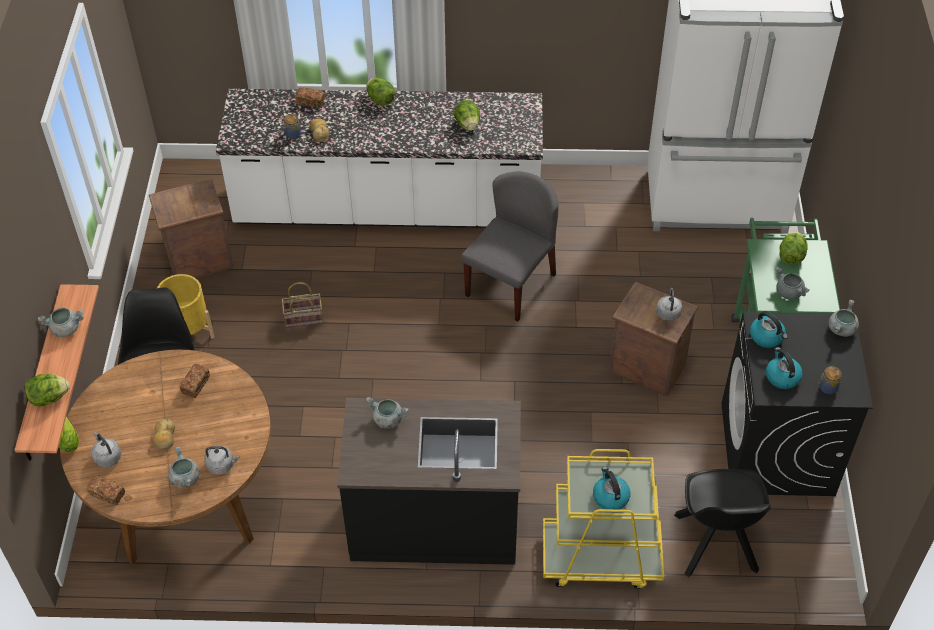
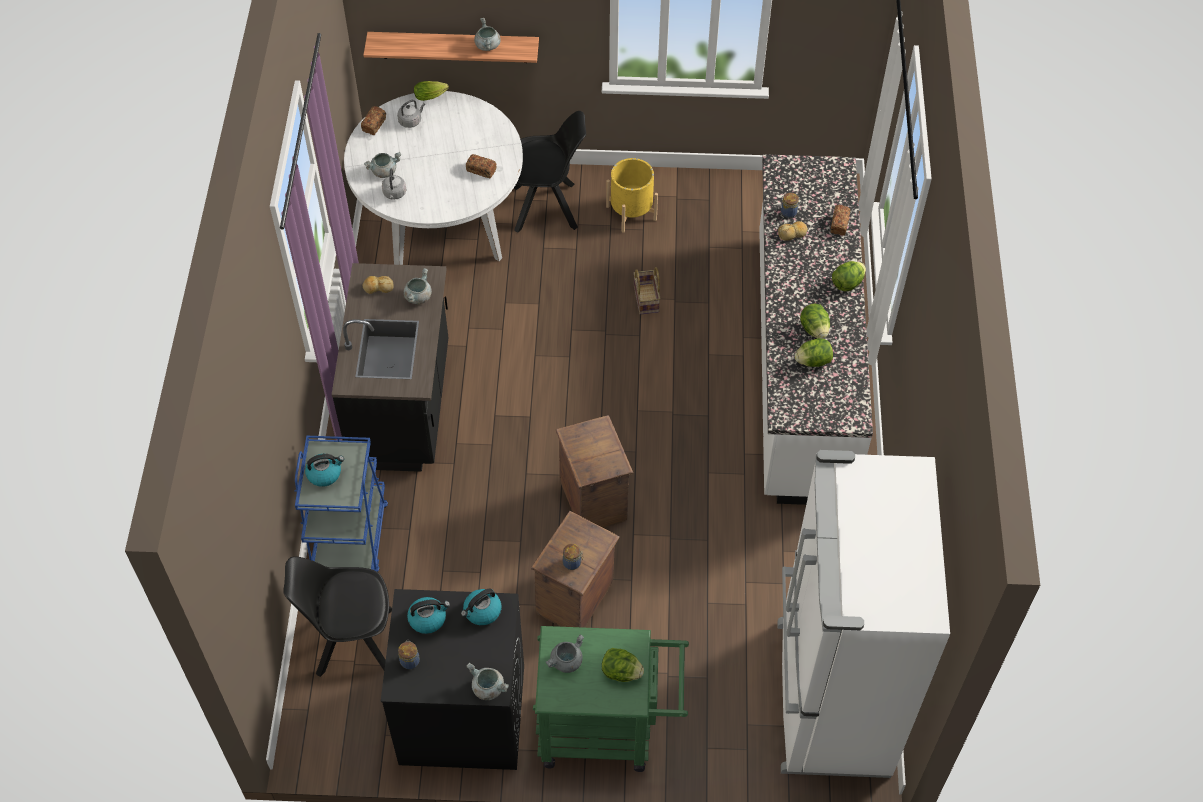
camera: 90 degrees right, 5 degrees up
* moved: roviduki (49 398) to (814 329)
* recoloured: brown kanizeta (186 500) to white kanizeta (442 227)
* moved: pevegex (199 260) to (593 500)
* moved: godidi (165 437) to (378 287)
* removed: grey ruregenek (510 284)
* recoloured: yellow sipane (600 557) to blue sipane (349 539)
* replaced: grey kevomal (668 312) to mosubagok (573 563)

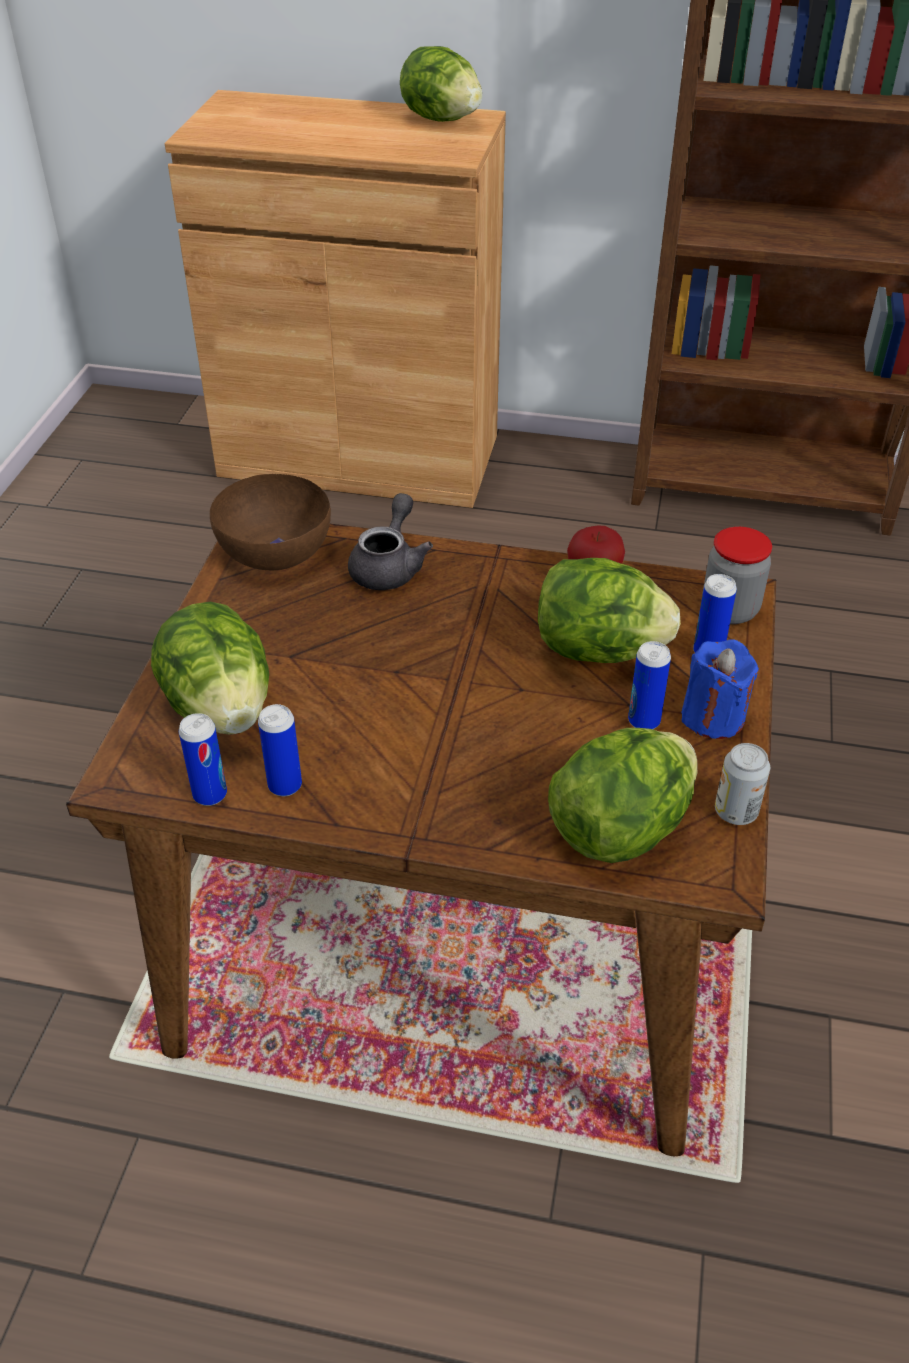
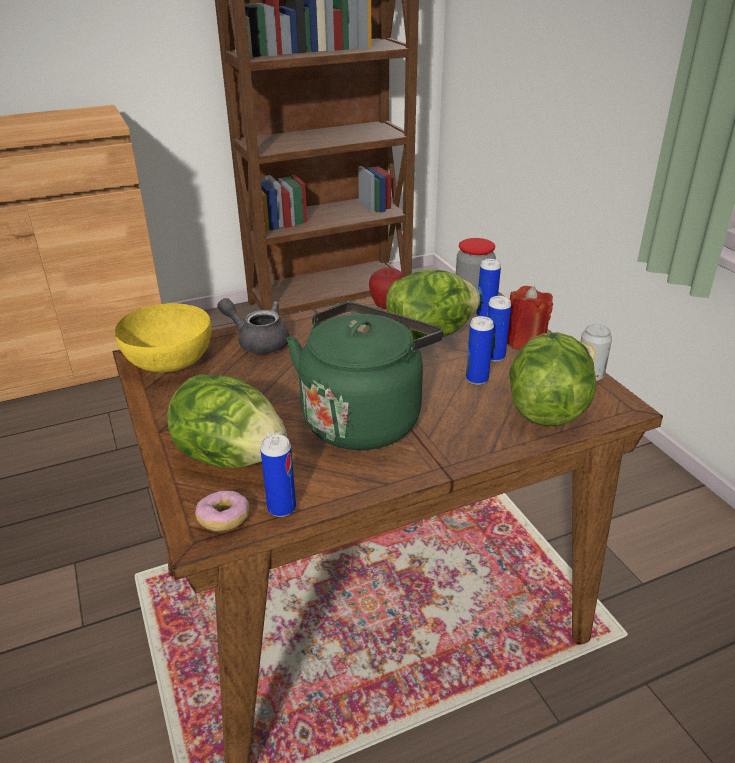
camera: 35 degrees left, 10 degrees down
* recoloured: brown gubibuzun (273 551) to yellow gubibuzun (168 360)
* moved: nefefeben (285 785) to (477 379)
* turned: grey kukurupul (389 566) = (258 341) 45 degrees counterclockwise
* removed: roviduki (441 119)
* recoloured: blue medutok (713 717) to red medutok (524 341)
* added: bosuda (224 519)
* added: green kevomal (364 418)

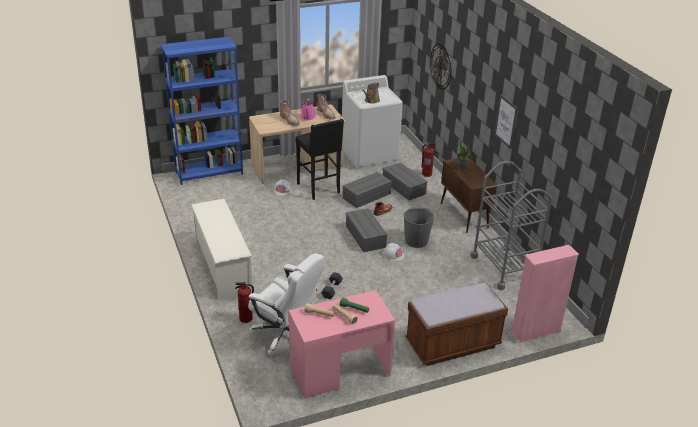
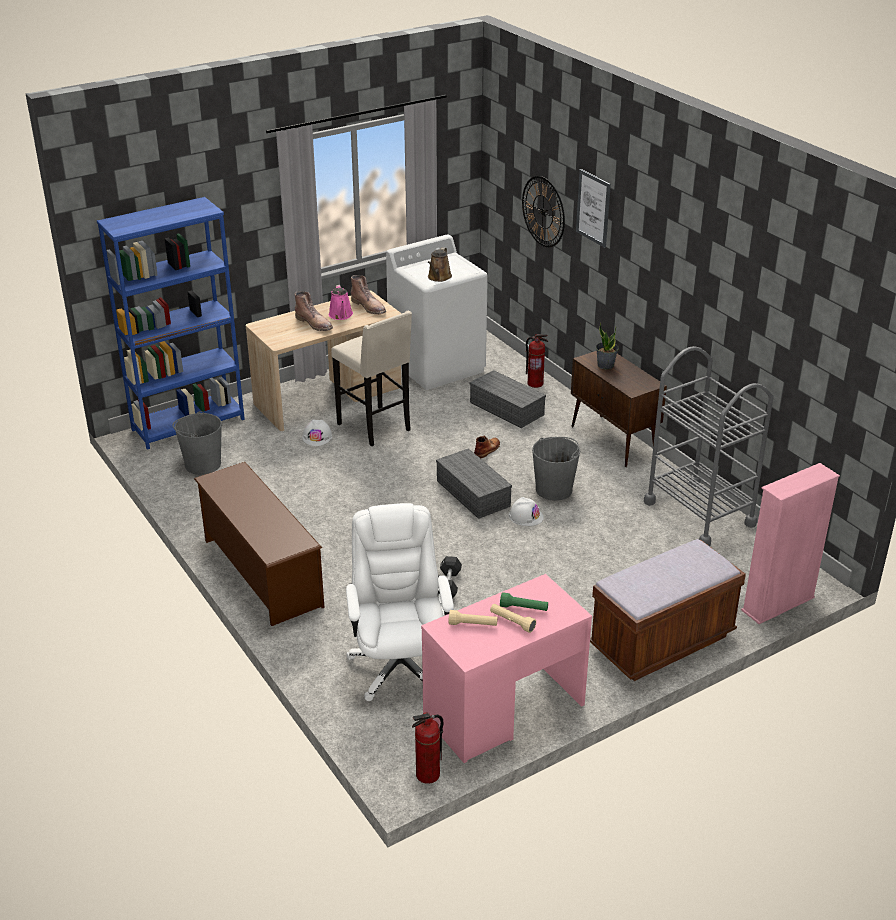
camera: 10 degrees left, 0 degrees up
* recoloured: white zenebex (223 266) to brown zenebex (261 572)
* moved: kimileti (246 319) to (428 775)
* turned: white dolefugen (286 334) = (400 665) 120 degrees counterclockwise
* recoloured: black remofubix (319 189) to beige remofubix (376 427)
* removed: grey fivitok (367 195)
* moved: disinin (506 121) to (593 208)
* added: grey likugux (202 464)

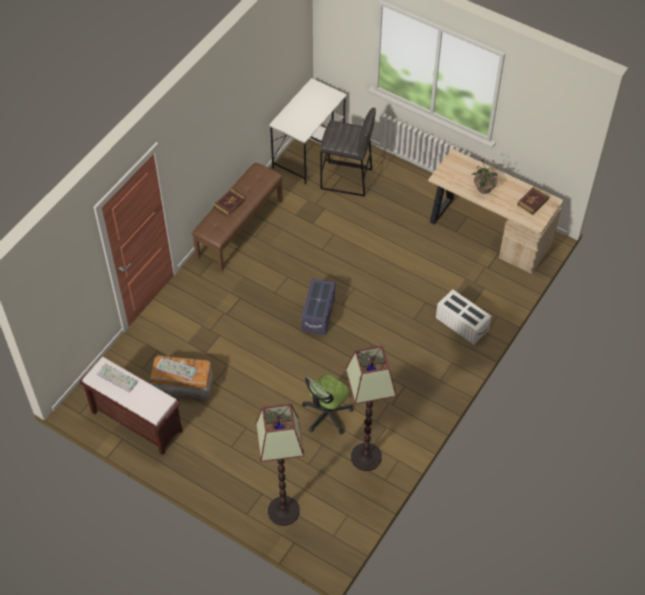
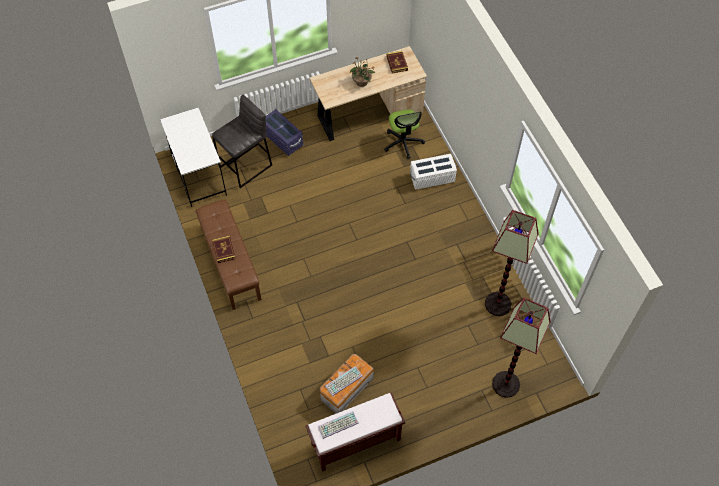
camera: 55 degrees left, 5 degrees up
* moved: purple fivitok (318 314) to (282 139)
* moved: dolefugen (327 414) to (403 142)

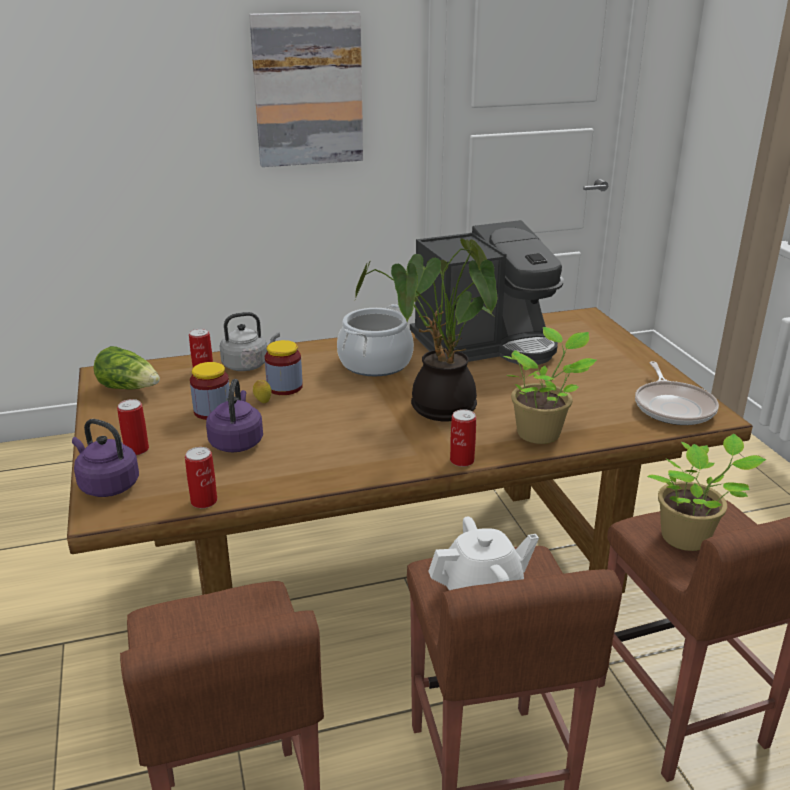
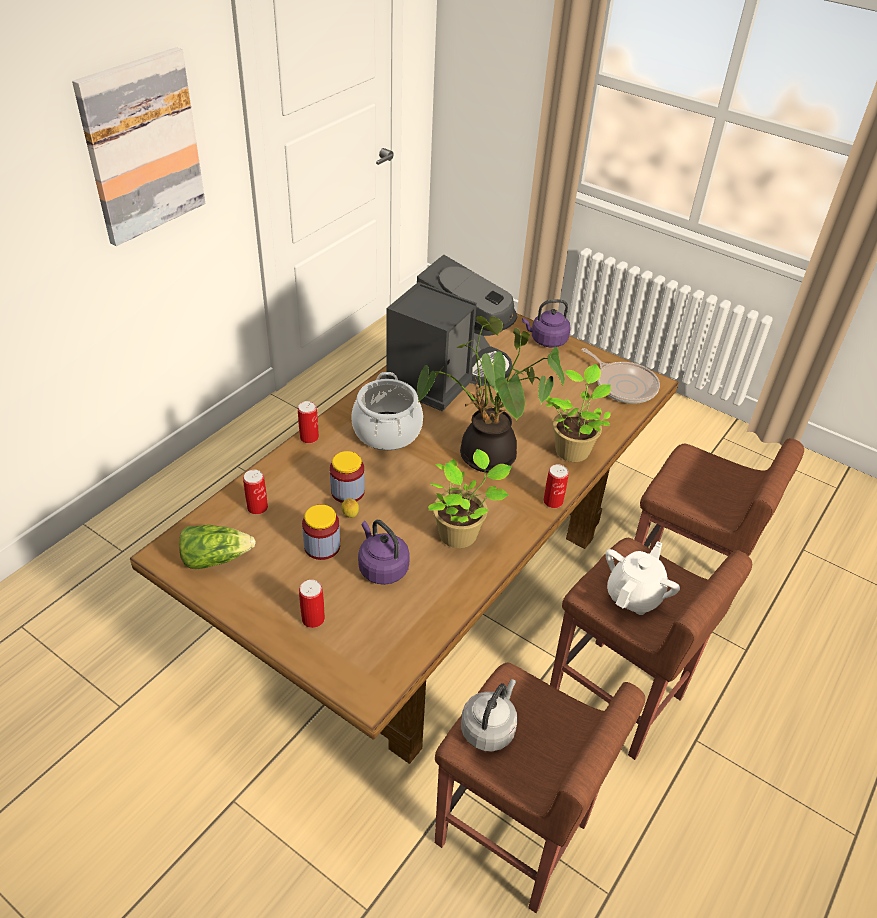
camera: 40 degrees left, 15 degrees up
* moved: purple kevomal (107 485) to (546 340)
* moved: nefefeben (204 501) to (309 437)
* moved: grey kevomal (248 365) to (489 728)
* moved: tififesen (689 538) to (461 534)

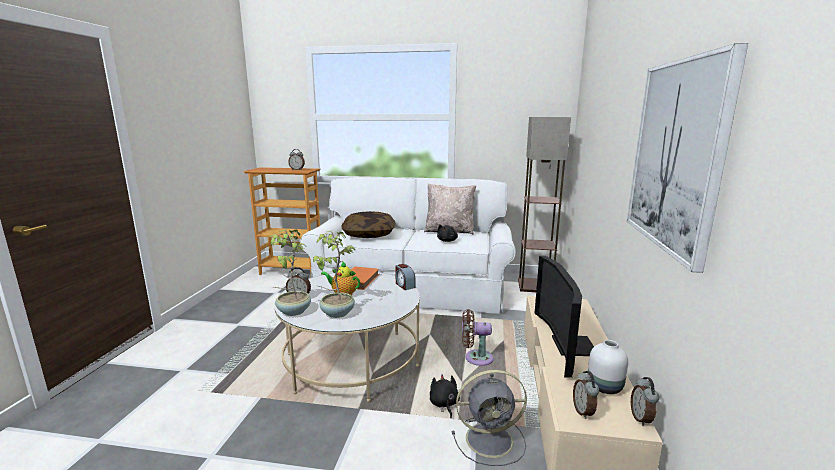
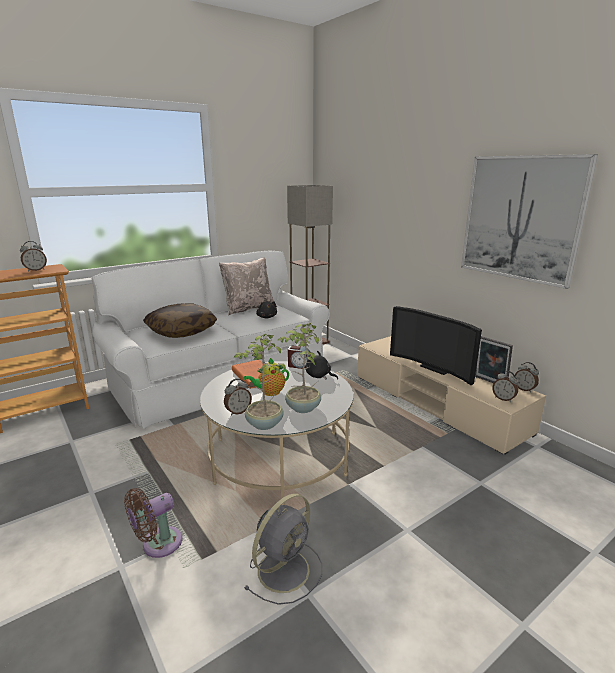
camera: 45 degrees left, 5 degrees up
* moved: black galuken (444 404) to (319 376)
* moved: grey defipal (491 439) to (285 568)
* moved: brown defipal (475 358) to (158 544)
* replaced: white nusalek (605 387) to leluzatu (489 382)

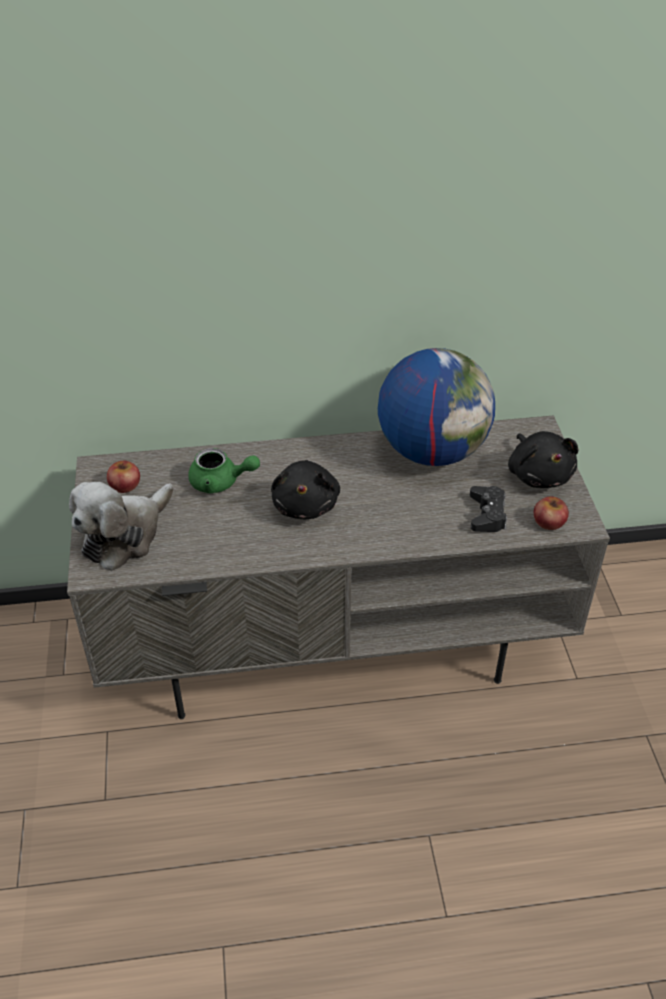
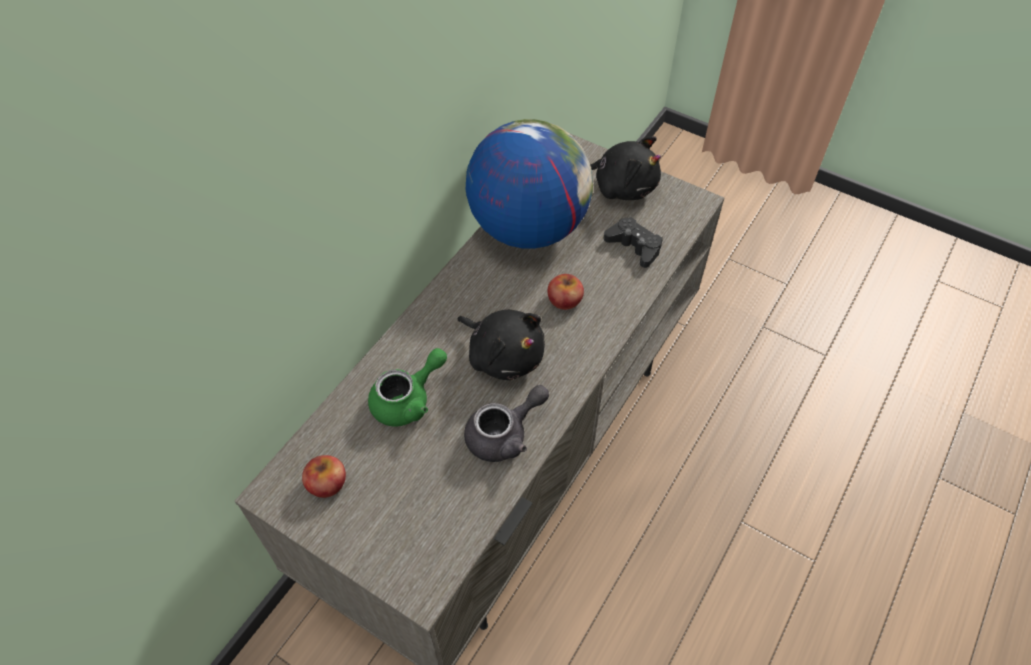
camera: 50 degrees left, 10 degrees up
* removed: galuken (125 535)
* moved: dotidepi (549 522) to (564 299)
* added: grey kukurupul (504 435)

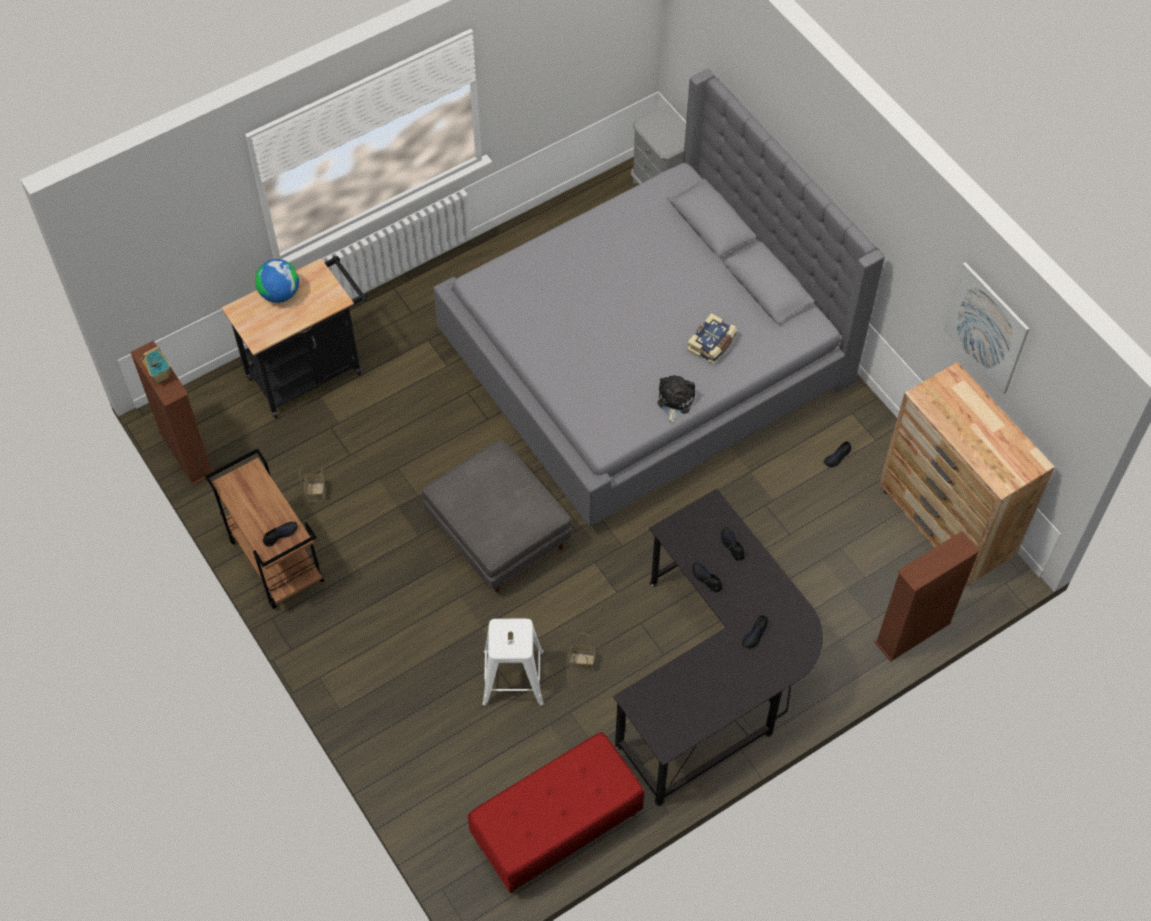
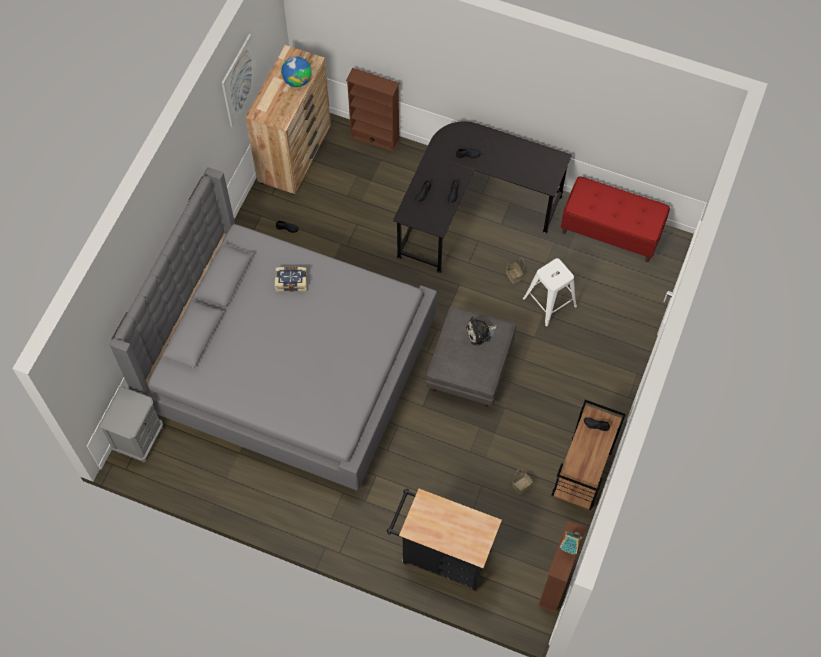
camera: 125 degrees left, 5 degrees up
* moved: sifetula (280 294) to (297 80)
* moved: galuken (674 401) to (480 333)

